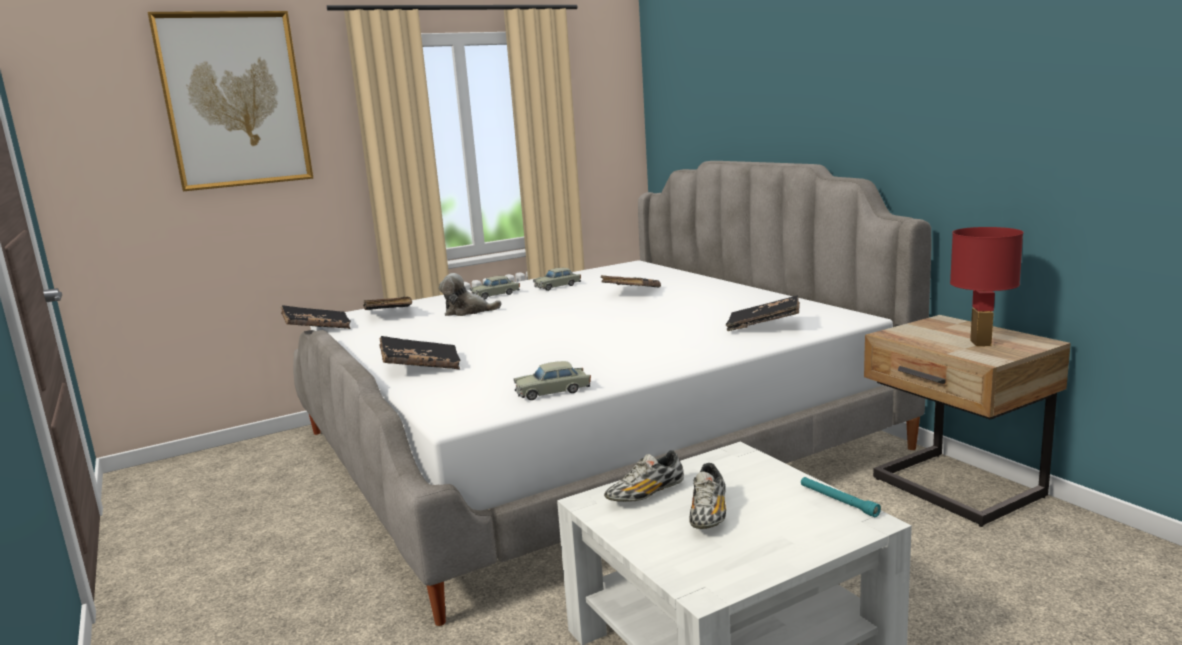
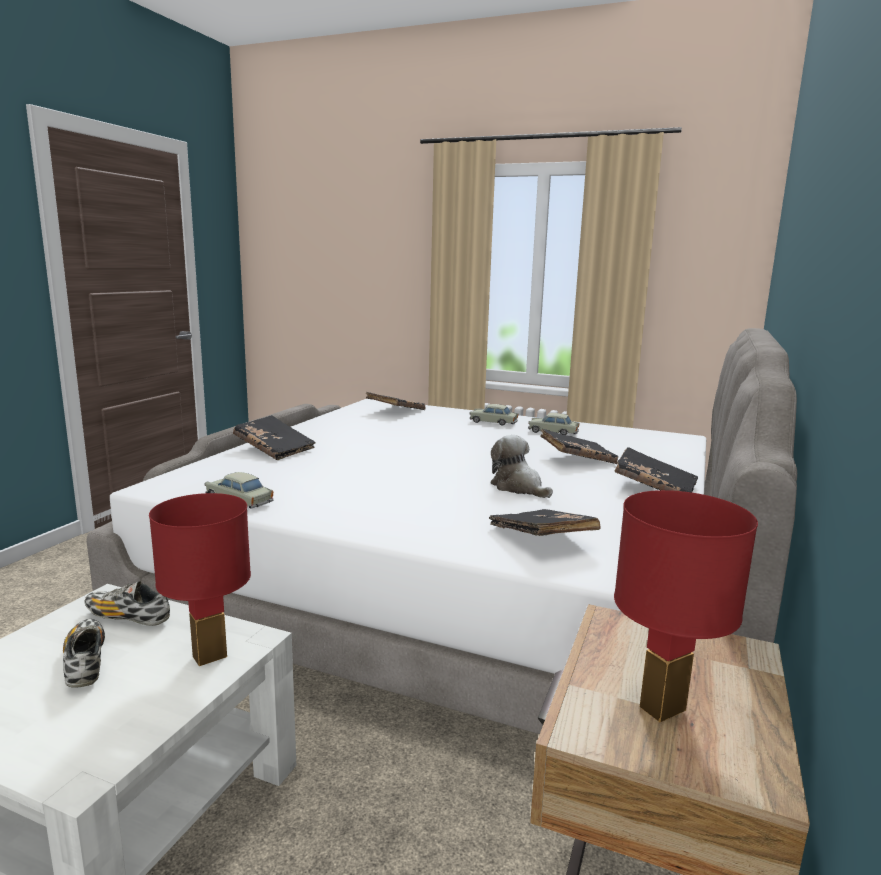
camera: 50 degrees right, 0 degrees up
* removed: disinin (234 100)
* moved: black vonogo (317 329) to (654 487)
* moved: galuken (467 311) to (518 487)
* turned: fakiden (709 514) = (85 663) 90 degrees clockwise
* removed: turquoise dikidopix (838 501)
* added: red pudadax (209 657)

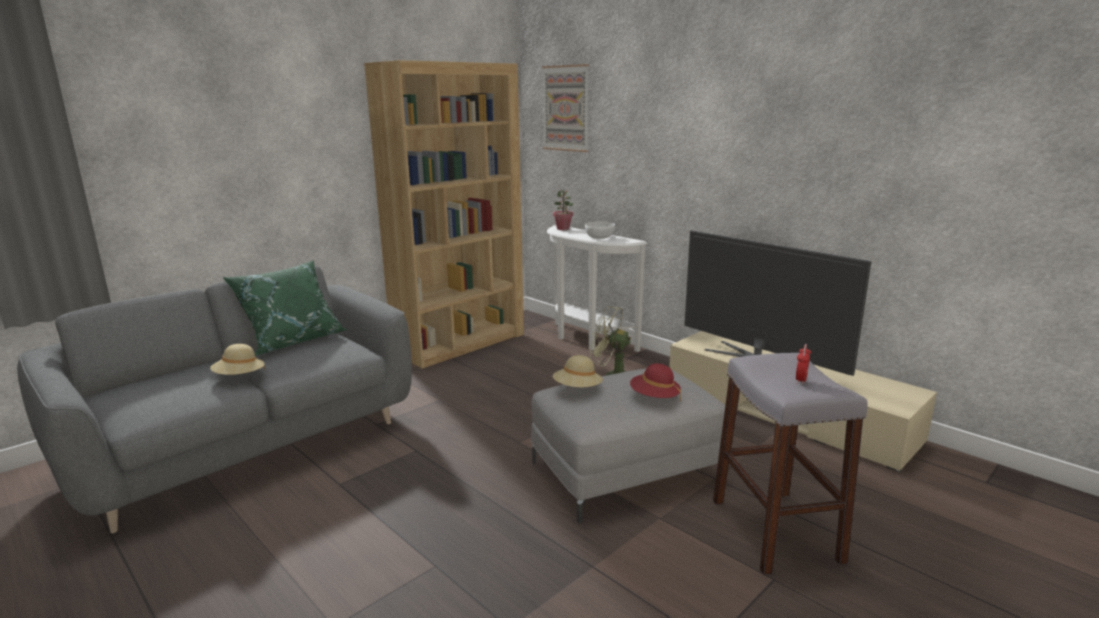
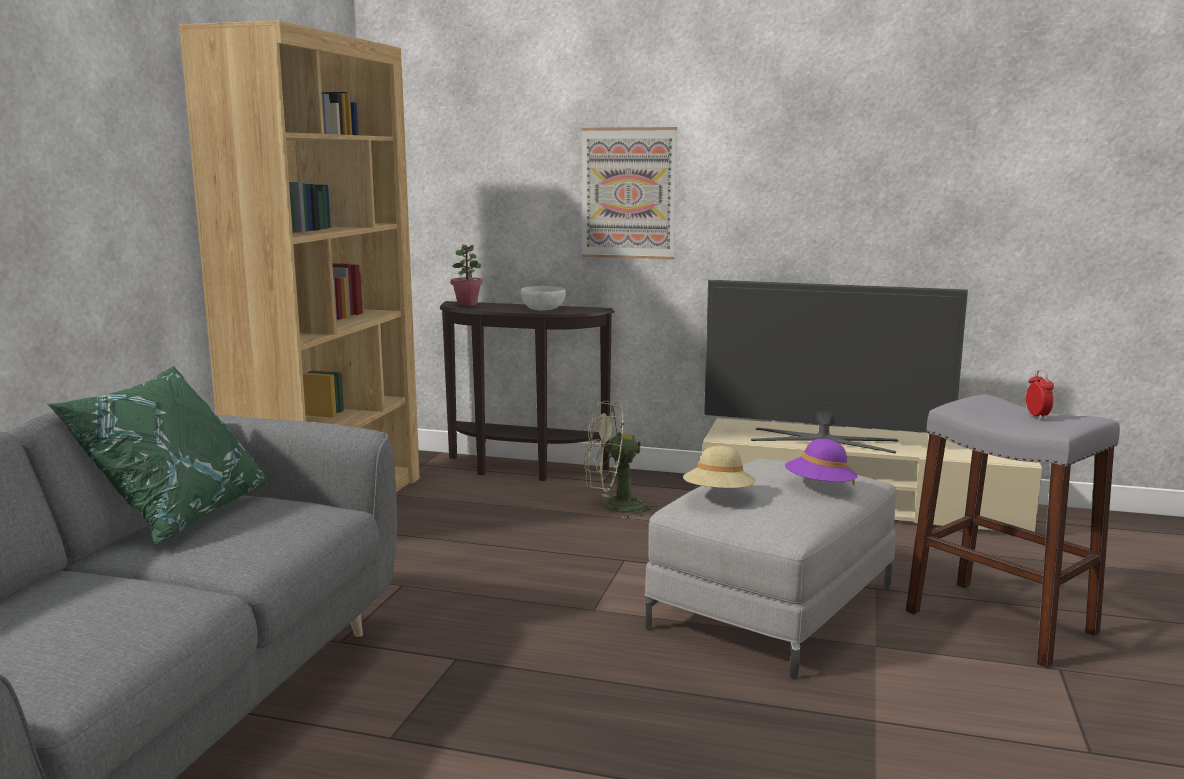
camera: 30 degrees left, 5 degrees down
* removed: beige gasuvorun (239 377)
* moved: disinin (566 108) to (629 193)
* recoloured: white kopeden (586 340) to brown kopeden (521 470)
* recoloured: red gasuvorun (654 397) to purple gasuvorun (819 487)

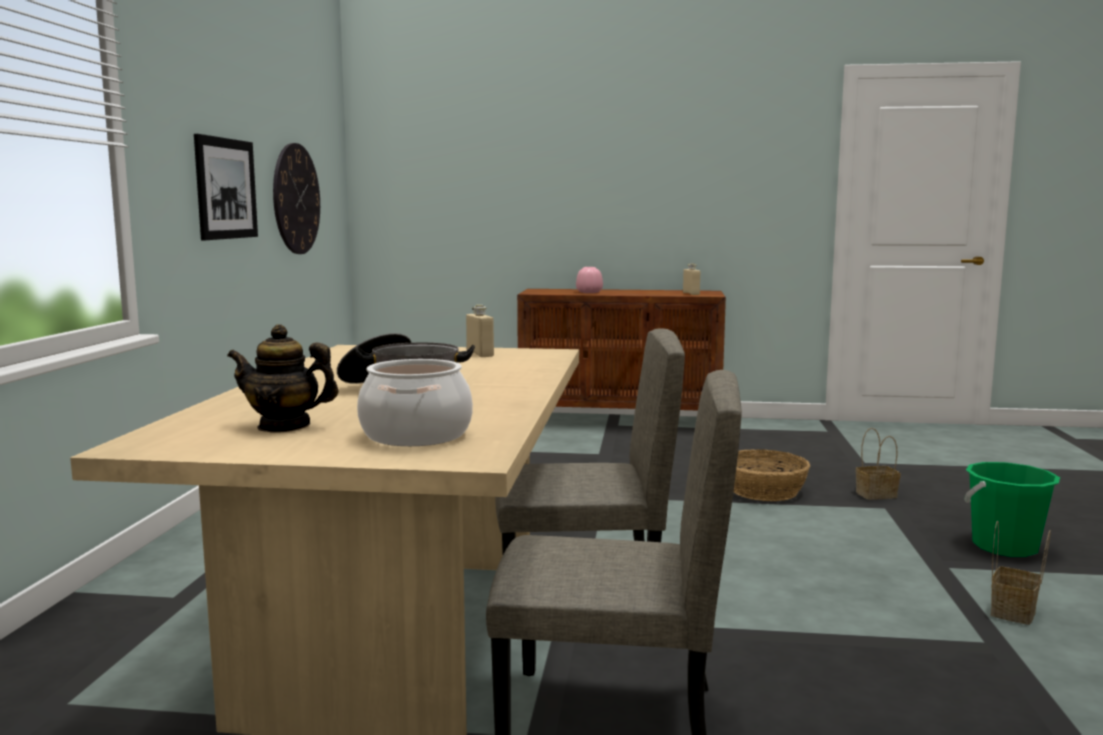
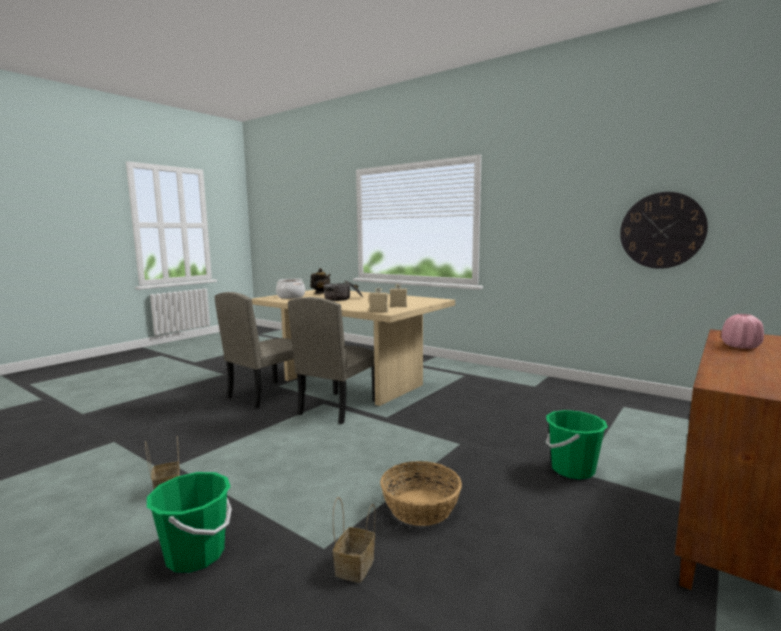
camera: 120 degrees right, 0 degrees up
* removed: disinin (226 188)
* moved: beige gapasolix (691 293) to (378 312)
* added: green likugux (572 469)

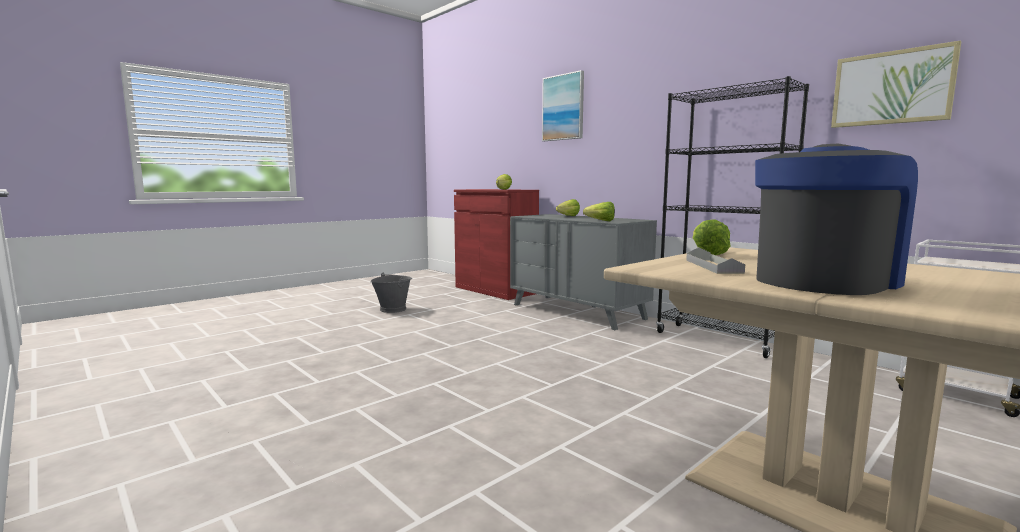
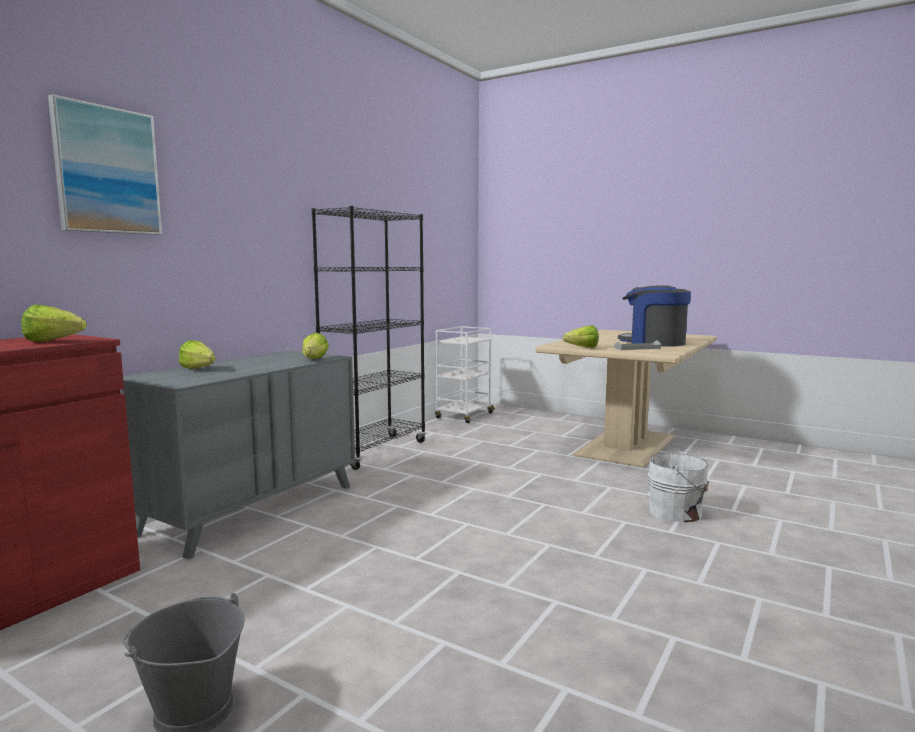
camera: 105 degrees left, 0 degrees up
* removed: disinin (891 88)
* added: white likugux (678 512)

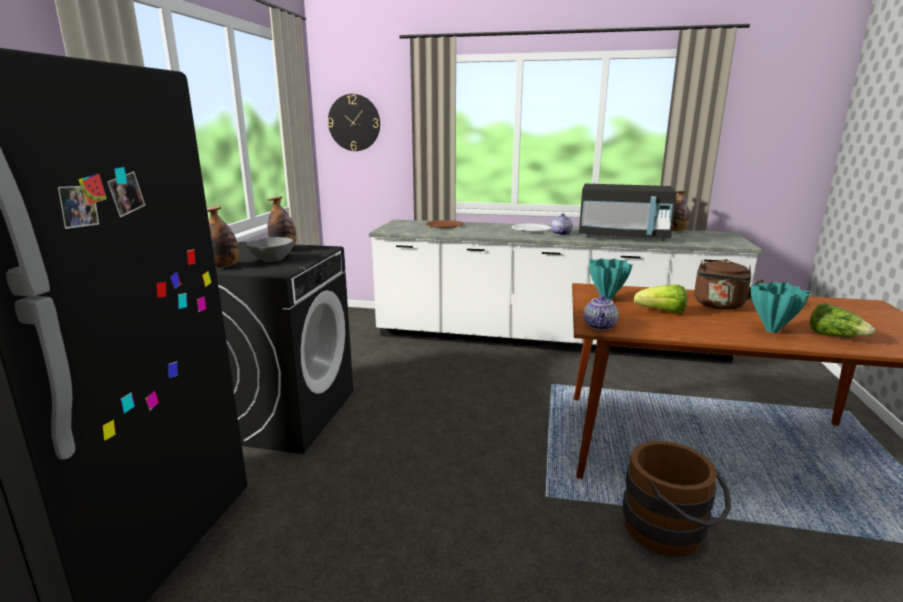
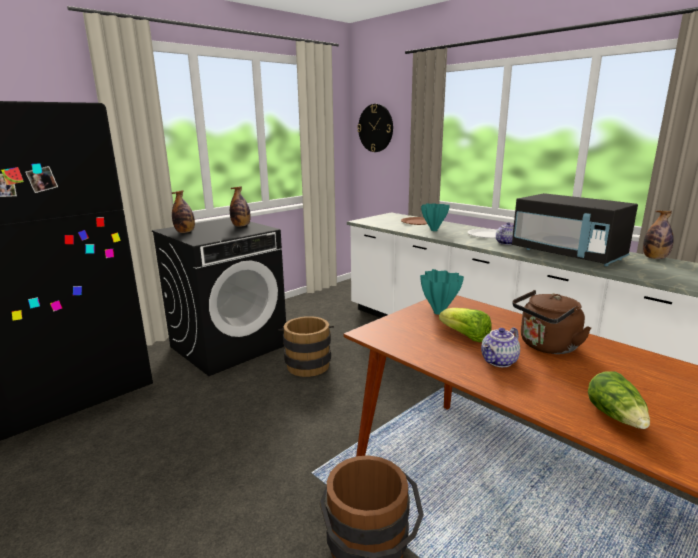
camera: 35 degrees right, 0 degrees up
* removed: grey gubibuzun (271 260)
* moved: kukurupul (600 326) to (499 362)
* moved: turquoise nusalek (771 331) to (433 230)
* added: brown likugux (307 363)

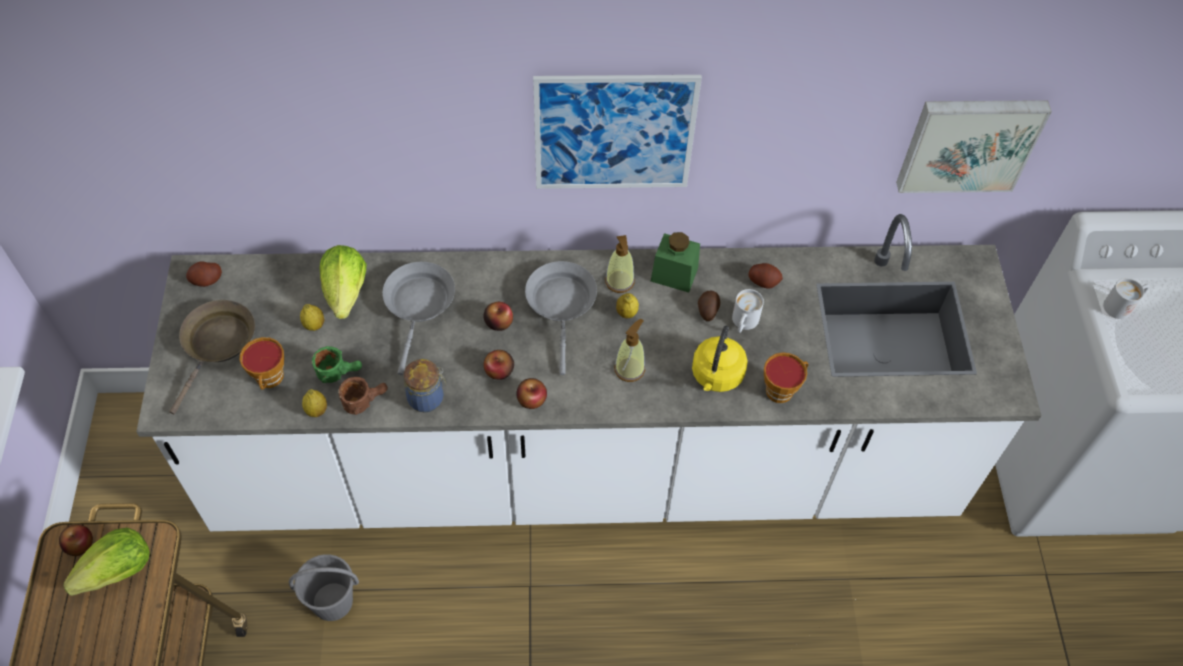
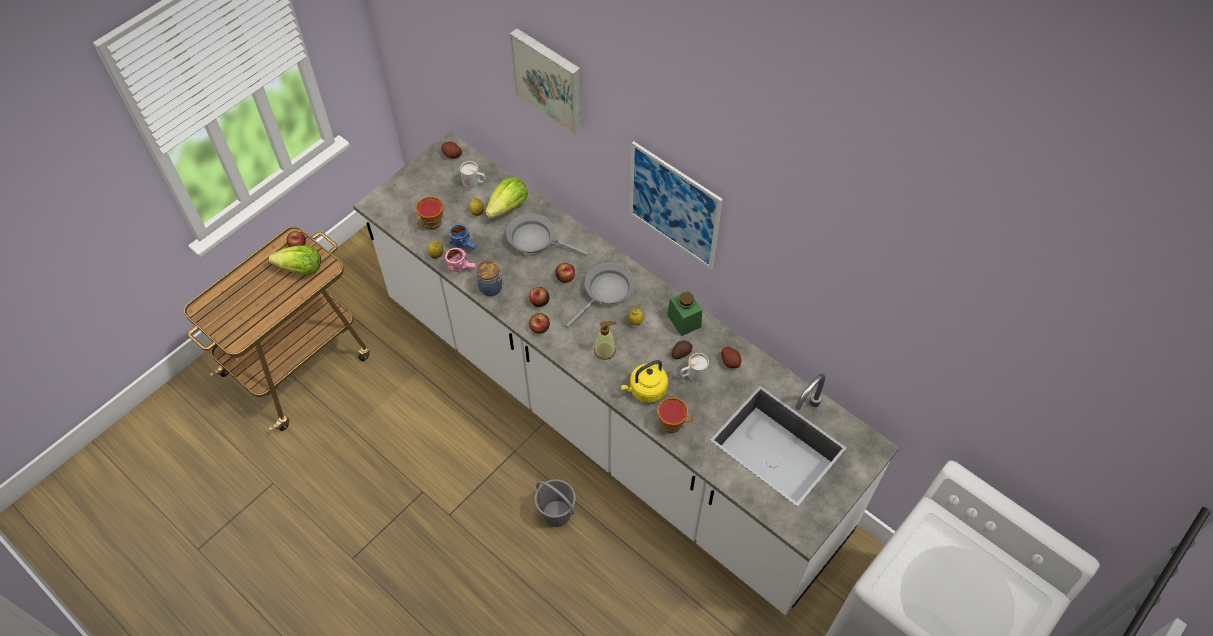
camera: 45 degrees right, 0 degrees up
* removed: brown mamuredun (217 345)
* moved: grey likugux (331 601) to (556 513)
* recoloured: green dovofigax (340 372) to blue dovofigax (465 244)
* recoloured: brown dovofigax (365 400) to pink dovofigax (462 267)
* turned: grey mamuredun (419 305) = (536 239) 120 degrees counterclockwise
* removed: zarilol (619 282)
* moved: disinin (969 142) to (550 79)
* moved: white dovofigax (1122 306) to (474 182)

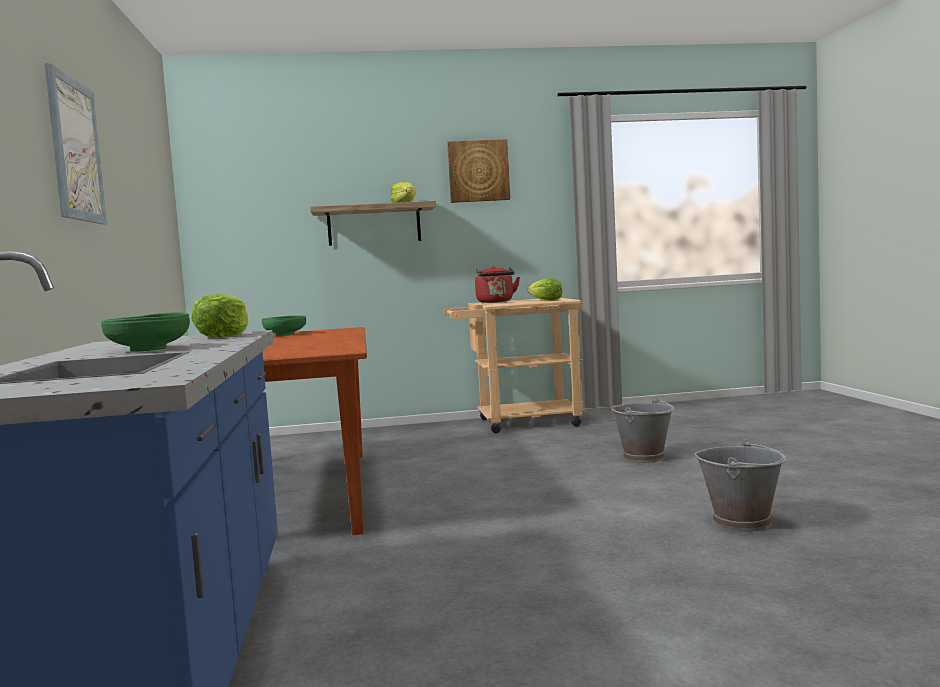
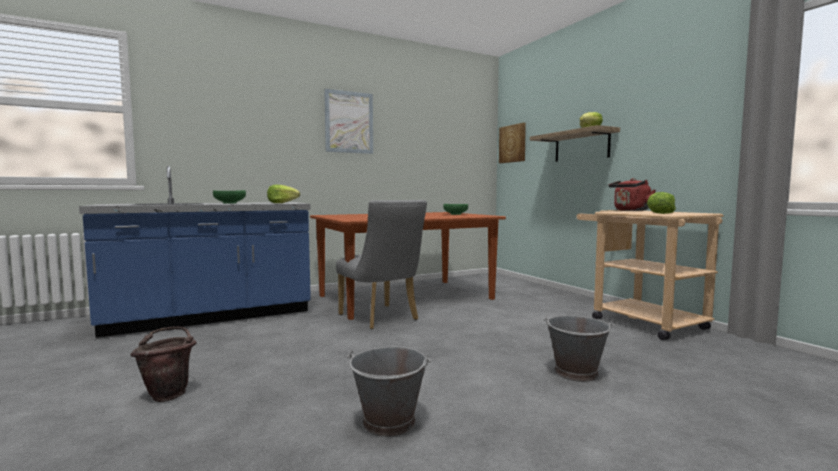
camera: 70 degrees right, 0 degrees up
* moved: disinin (478 171) to (513 143)
* added: brown likugux (169 393)
* added: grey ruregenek (382 318)

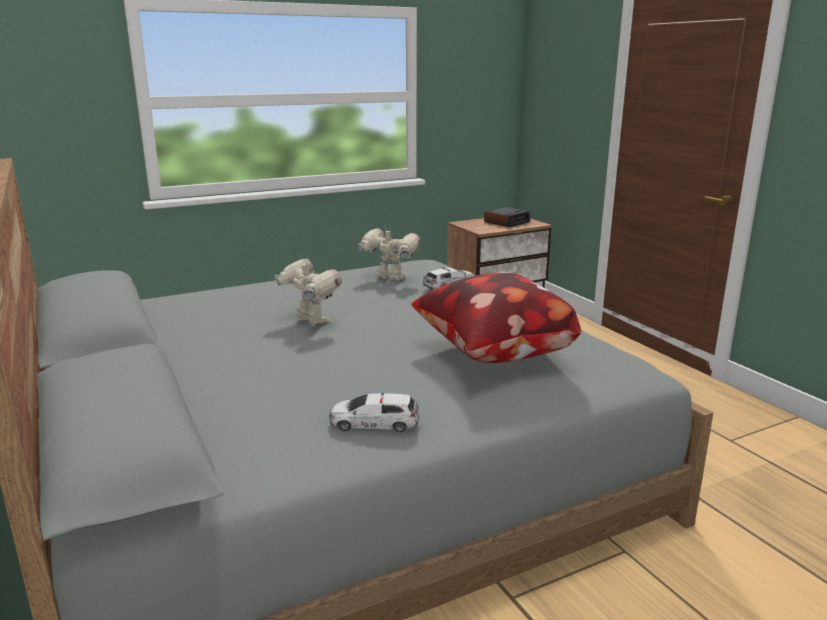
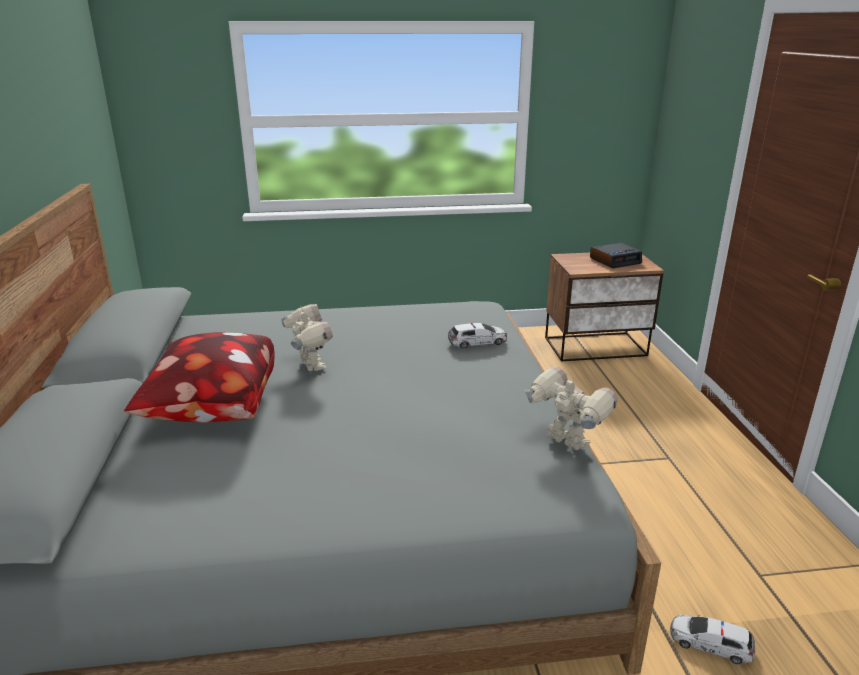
camera: 20 degrees right, 5 degrees up
* moved: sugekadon (374 422) to (710 643)
* moved: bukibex (389 279) to (565 442)
* moved: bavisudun (492 354) to (211 410)

